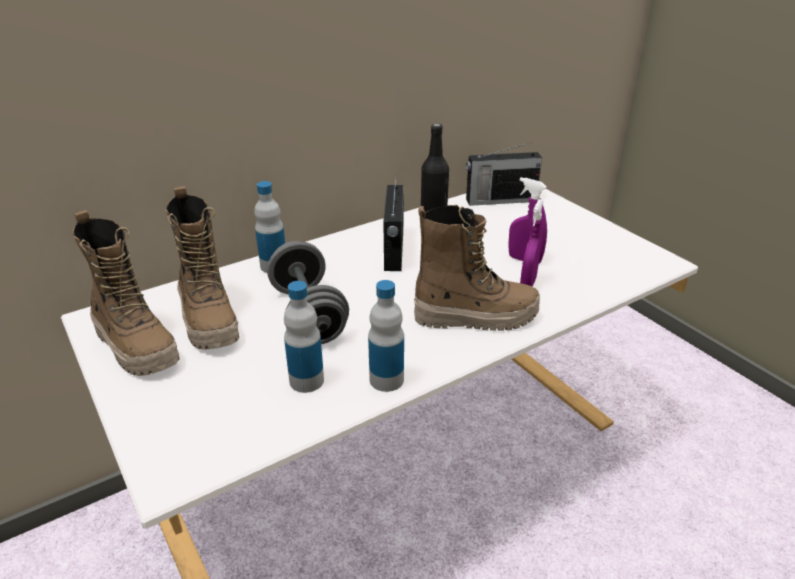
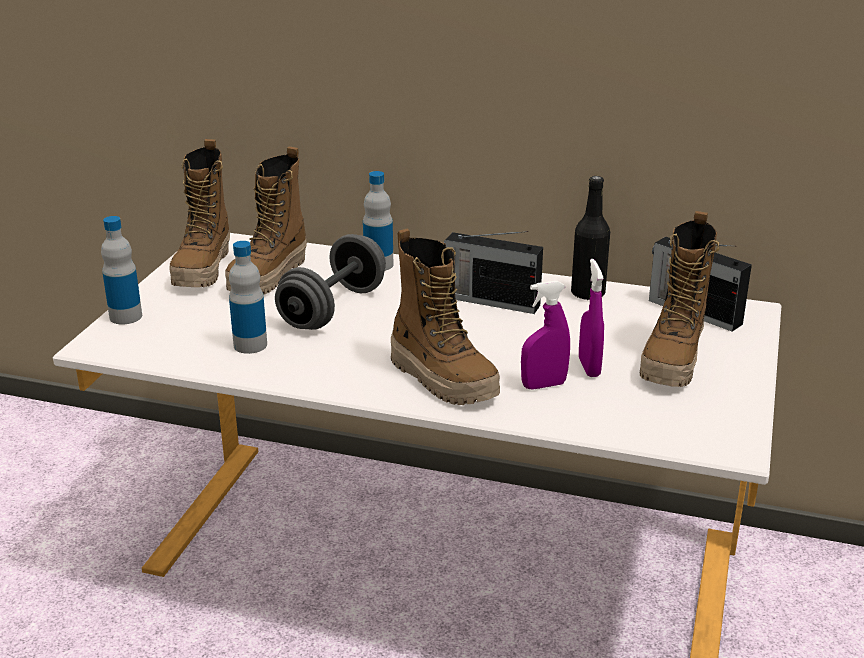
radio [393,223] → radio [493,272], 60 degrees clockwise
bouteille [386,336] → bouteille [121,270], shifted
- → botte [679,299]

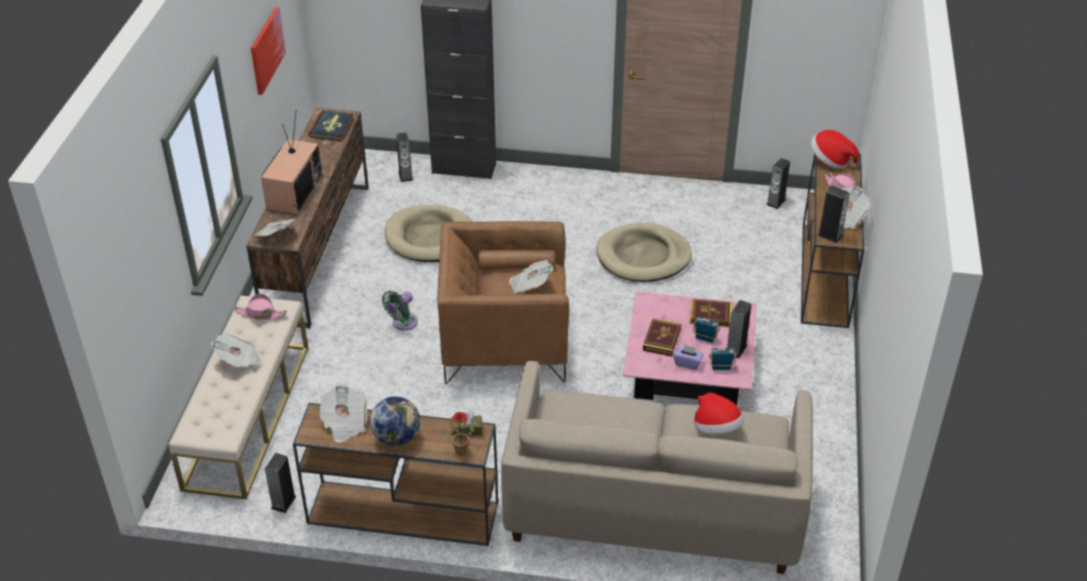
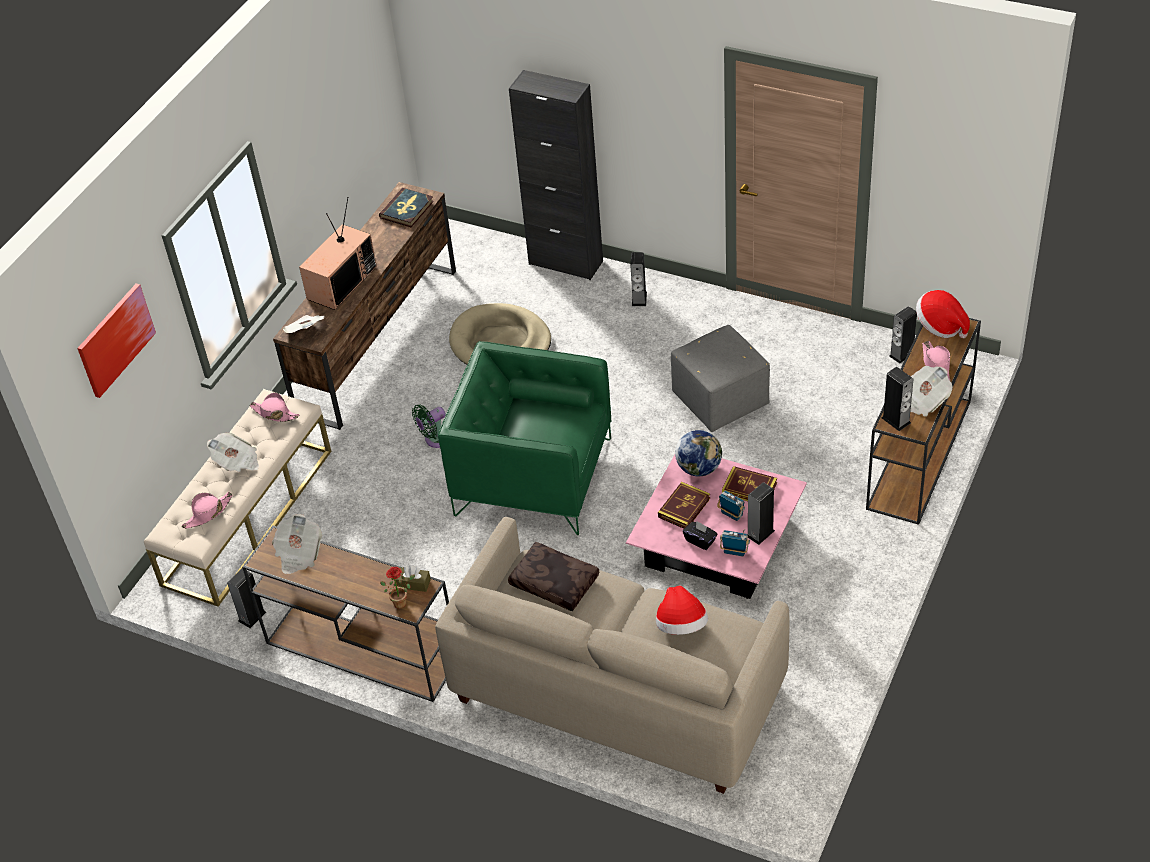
tableau [268,51] → tableau [116,340], shifted
enceinte [404,157] → enceinte [639,279], shifted
fauteuil (marron) [503,302] → fauteuil (vert) [524,438]
panier pour chien (beige) [644,252] → pouf (gris) [720,378]
journal [531,277] → -
boîte à mouchoirs (violet) [688,357] → boîte à mouchoirs (noir) [700,535]
globe [395,421] → globe [698,453], shifted
- → chapeau (rose) [207,510]
- → coussin (marron) [553,576]

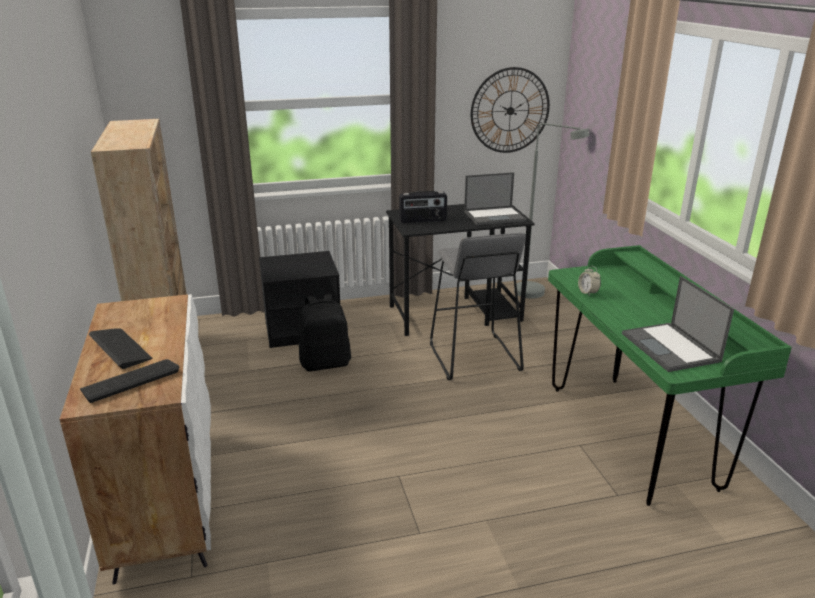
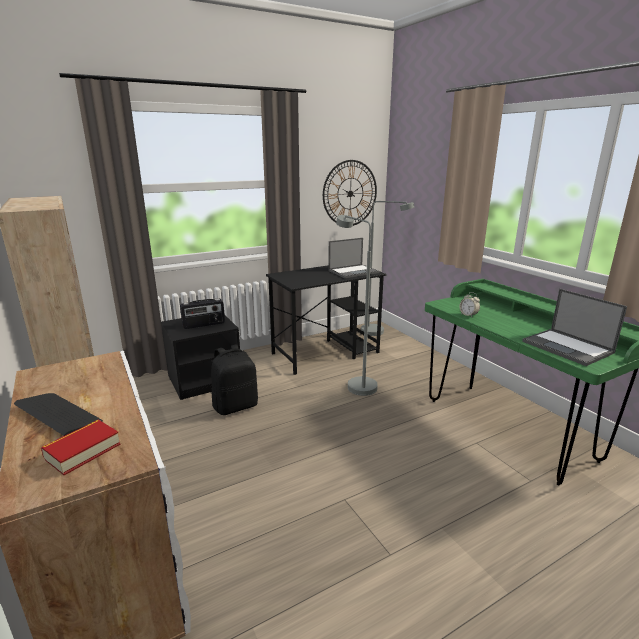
radio [423,207] → radio [202,314], shifted
tabouret (gris) [478,306] → lampadaire (gris) [357,305]
clavier [129,381] → livre [81,447]

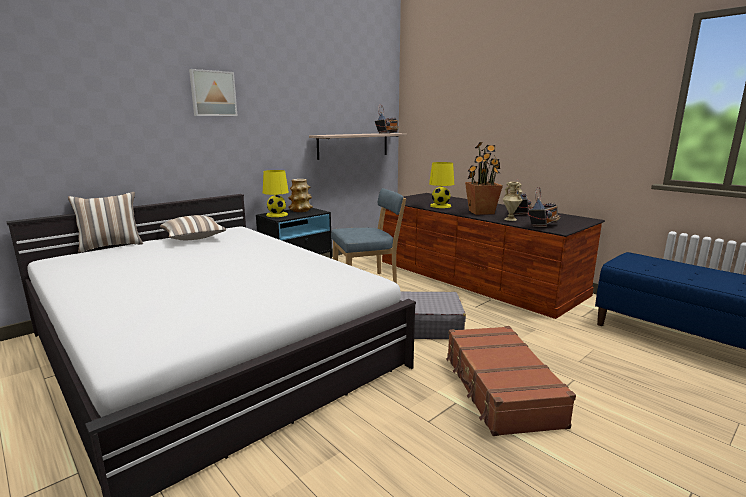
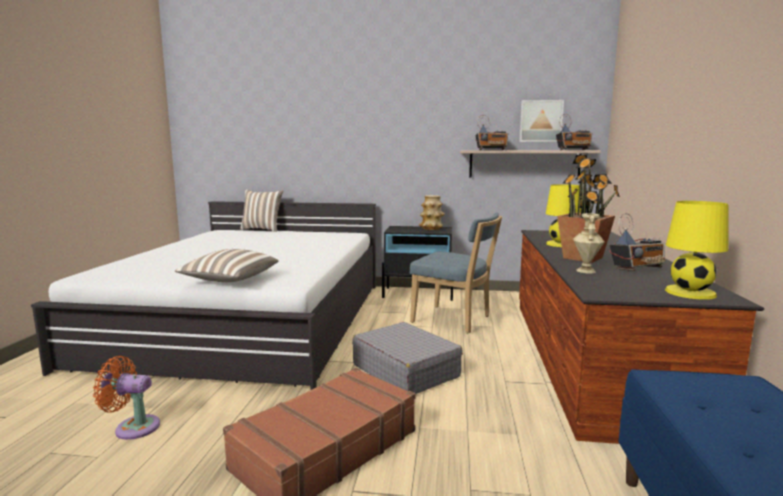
tableau [213,92] → tableau [541,121], shifted
lampe de table (jaune) [276,193] → lampe de table (jaune) [697,250], shifted
radio [544,207] → radio [491,132], shifted
coussin [193,227] → coussin [227,265], shifted
- → ventilateur (orange) [126,398]

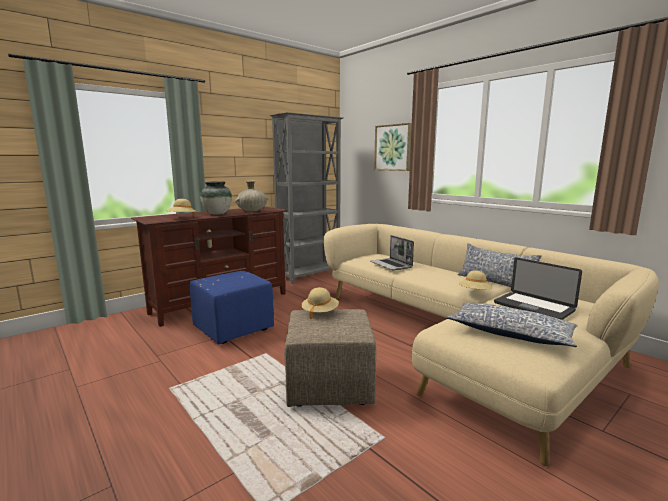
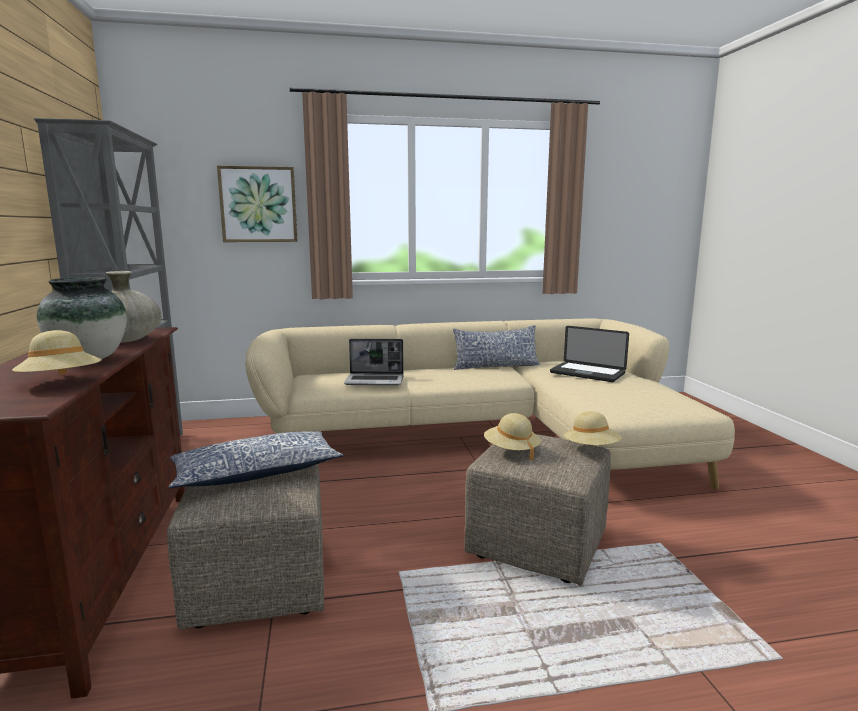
ordinateur portable [538,289] → ordinateur portable [589,354], 45 degrees clockwise
pouf (bleu) [232,307] → pouf (beige) [245,547]
chapeau (beige) [476,280] → chapeau (beige) [593,428], shifted
coussin [512,325] → coussin [256,460], shifted

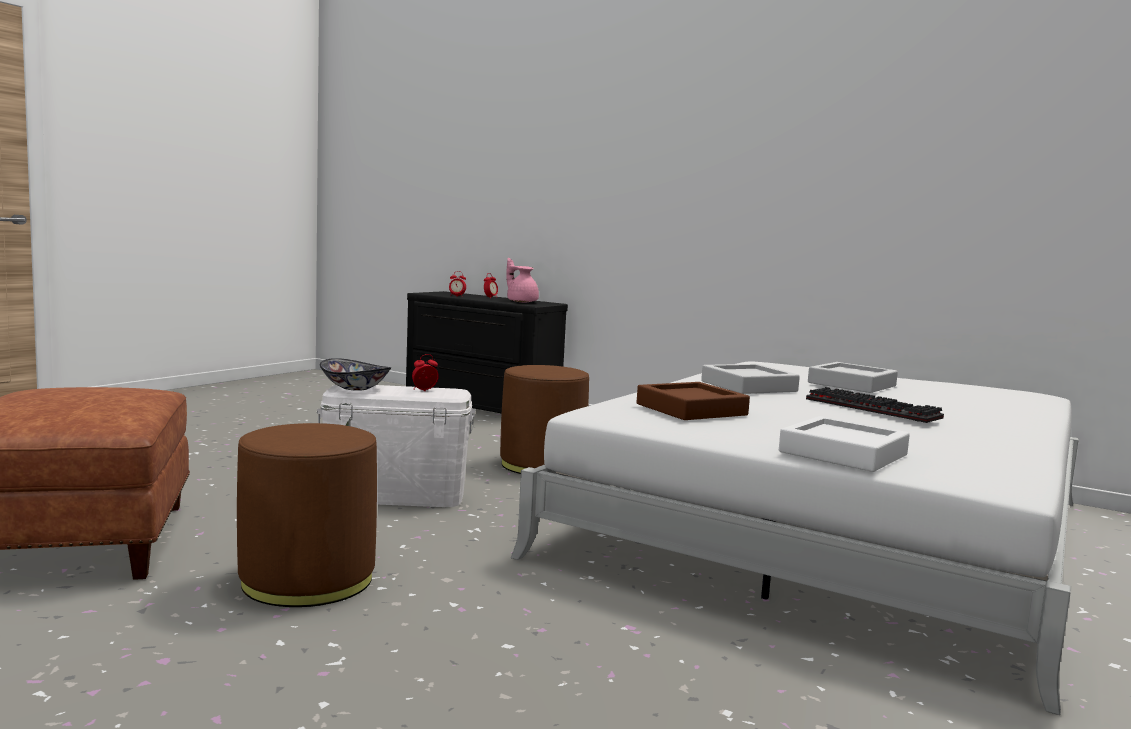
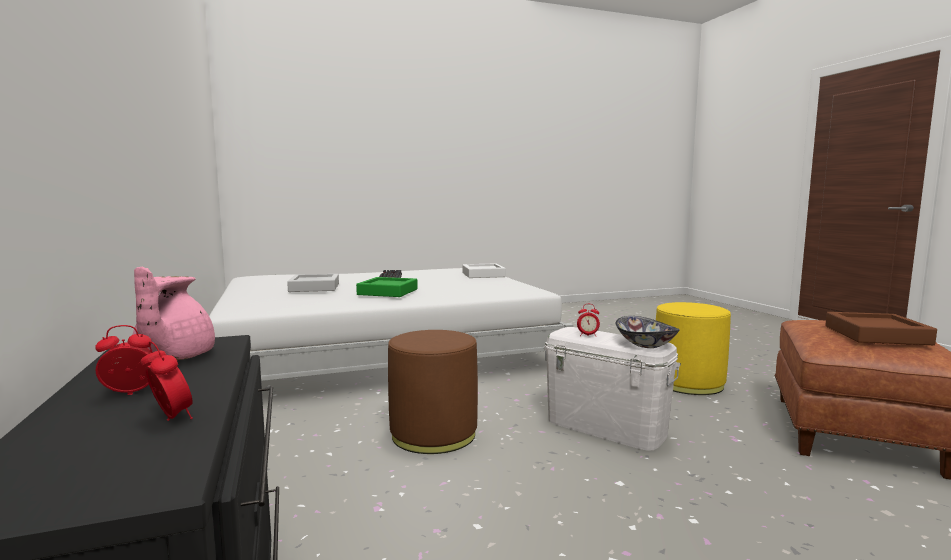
plateau (gris) [750,379] → plateau (vert) [387,287]
plateau (marron) [693,401] → plateau (marron) [881,328], shifted
pouf (marron) [307,515] → pouf (jaune) [693,348]

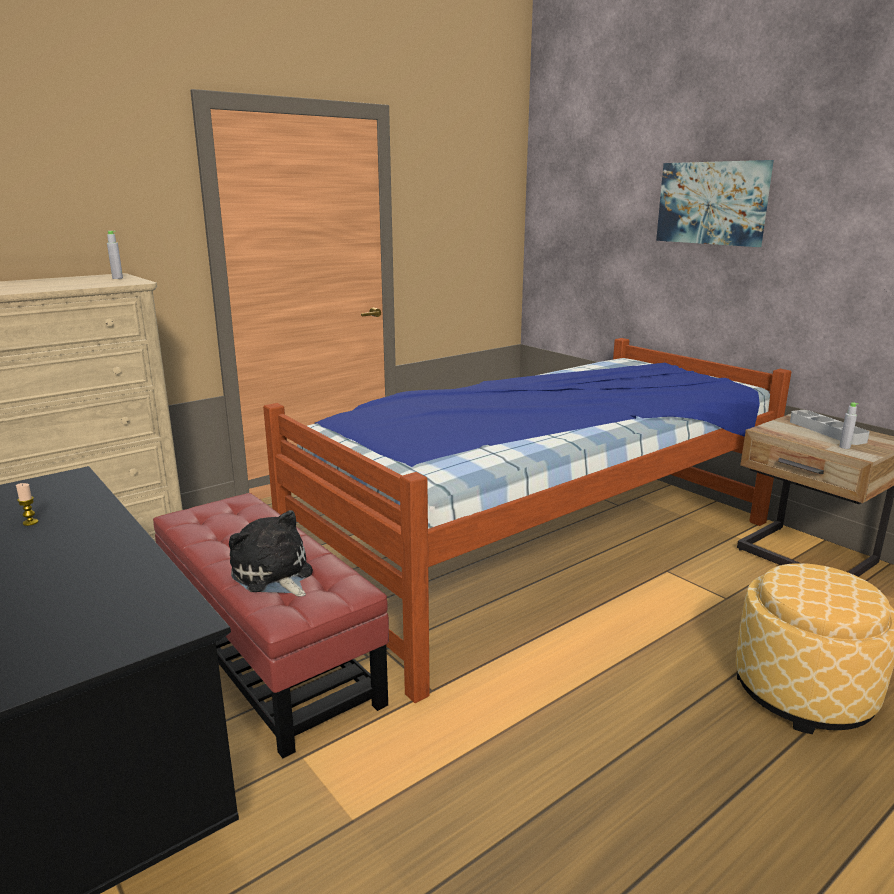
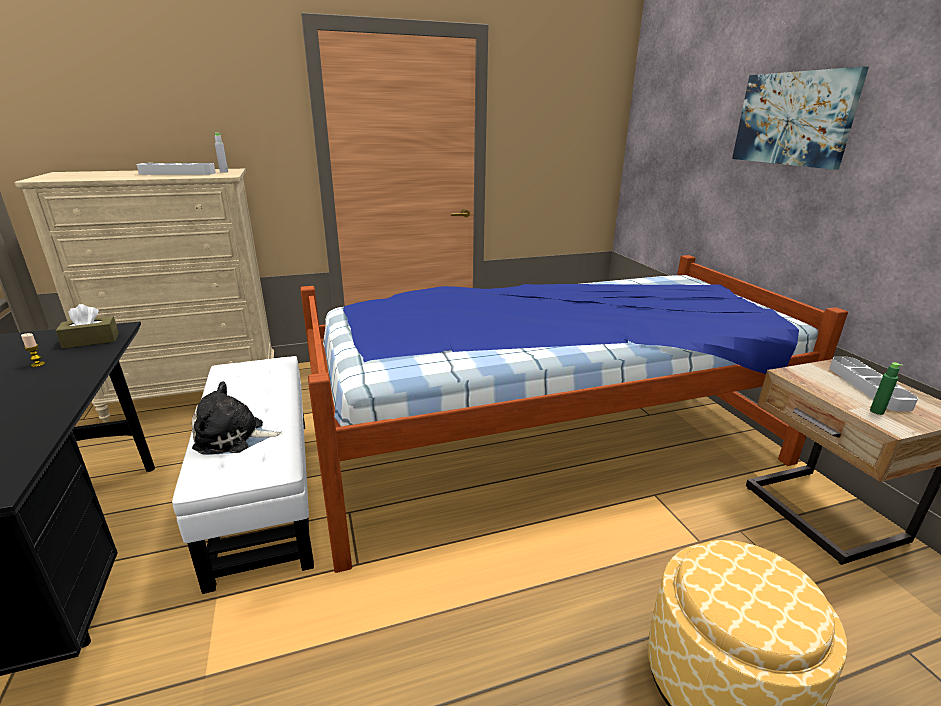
bouteille (gris) [848,425] → bouteille (vert) [886,388]
pouf (rouge) [271,625] → pouf (blanc) [243,475]
peluche [271,553] → peluche [237,418], 75 degrees counterclockwise
- → plateau (gris) [176,169]
- → boîte à mouchoirs (marron) [87,326]

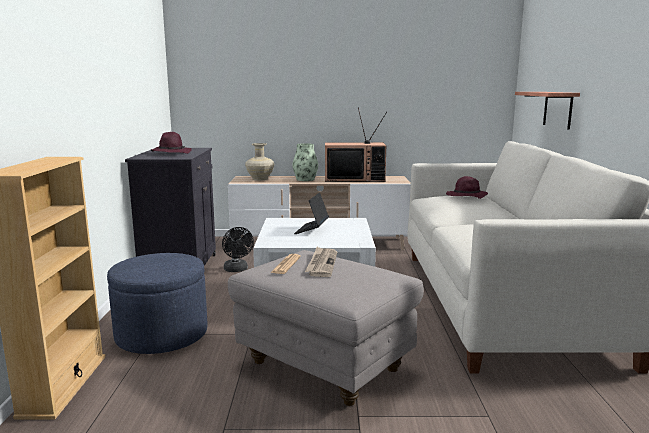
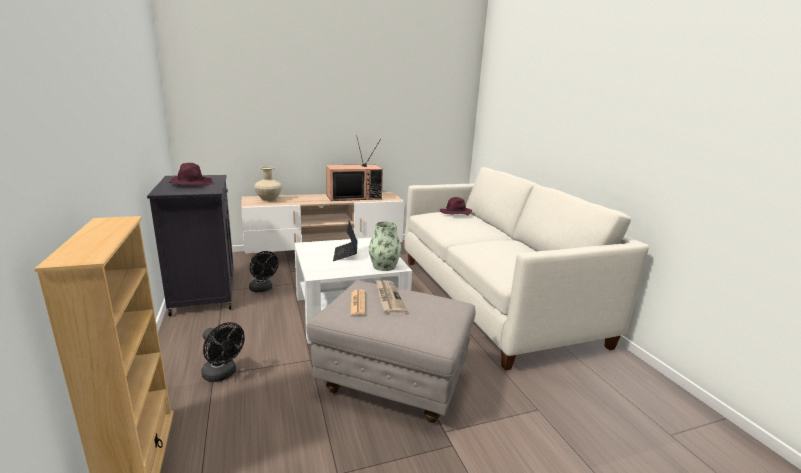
étagère [547,111] → -
vase [305,162] → vase [385,246], shifted
pouf (bleu) [157,303] → ventilateur (noir) [223,352]

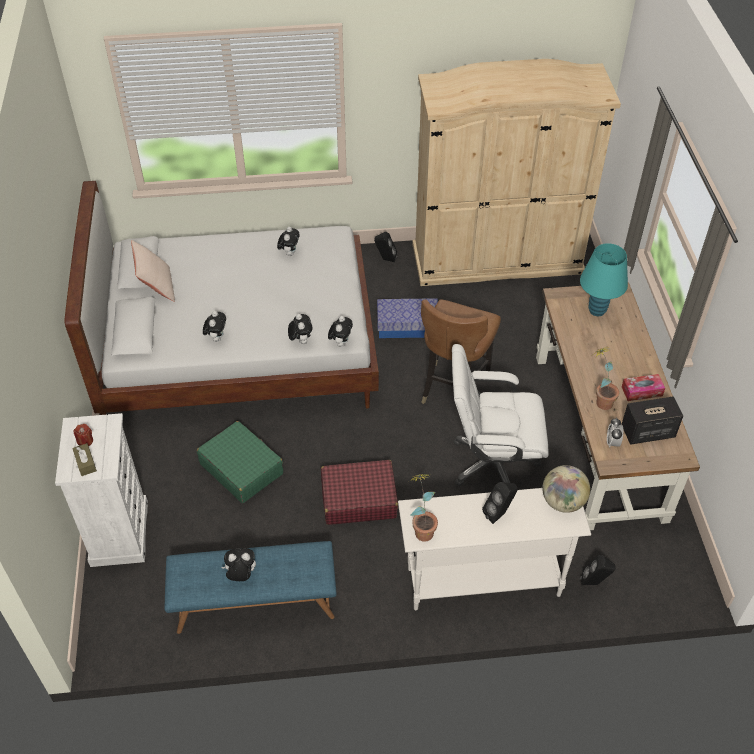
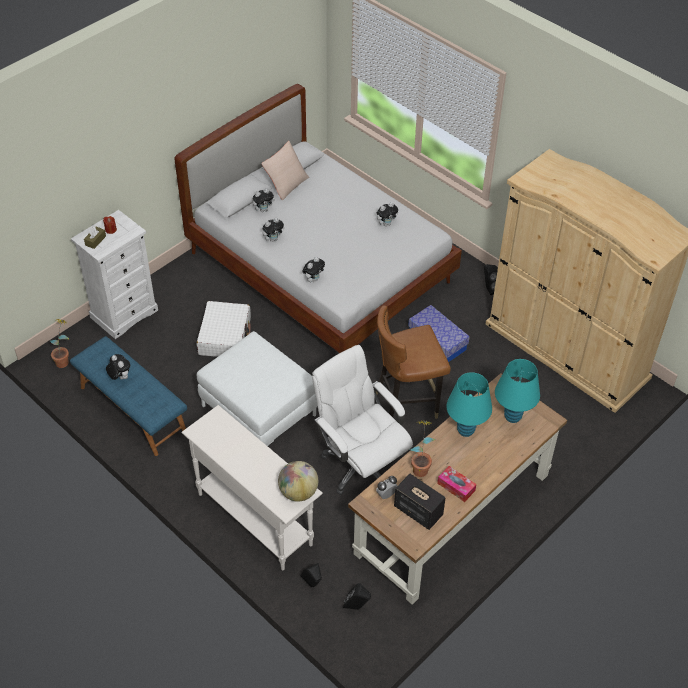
peluche [340,331] → peluche [264,200], shifted
valise (vert) [240,462] → valise (blanc) [224,329]
valise (rouge) [359,492] → pouf (blanc) [257,388]
plante en pot [424,508] → plante en pot [59,343], shifted
enceinte (noir) [500,503] → enceinte (noir) [357,596], shifted
- → lampe de table (turquoise) [469,404]

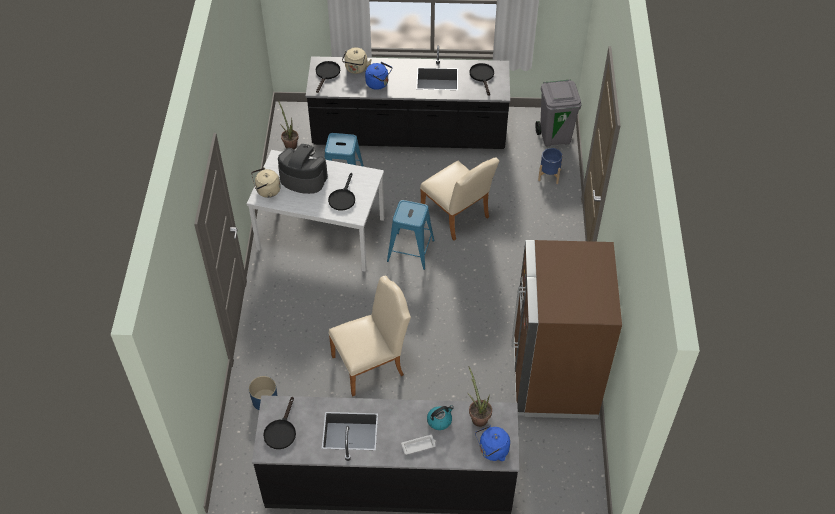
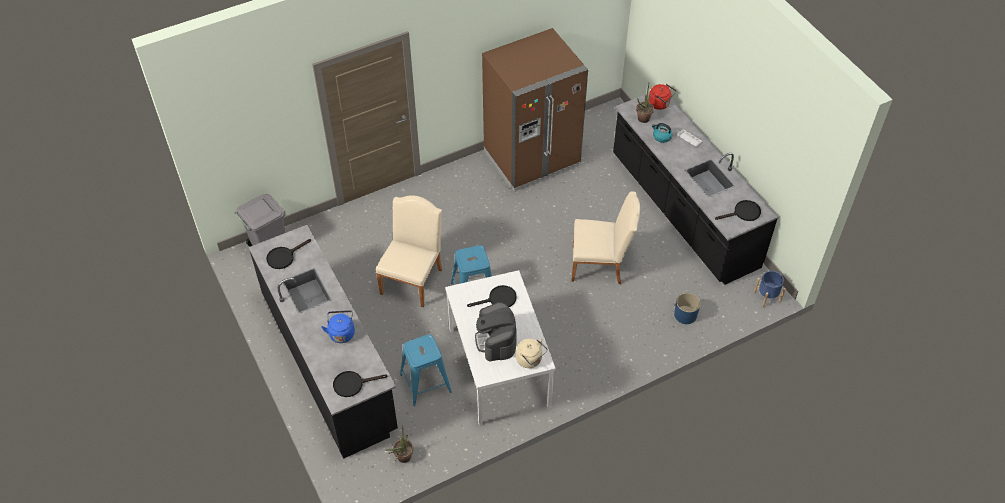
bouilloire (beige) [357,60] → -
cache-pot (bleu) [550,166] → cache-pot (bleu) [770,289], shifted
chaise (beige) [370,336] → chaise (beige) [605,237], 150 degrees clockwise
bouilloire (bleu) [492,443] → bouilloire (rouge) [662,97]

